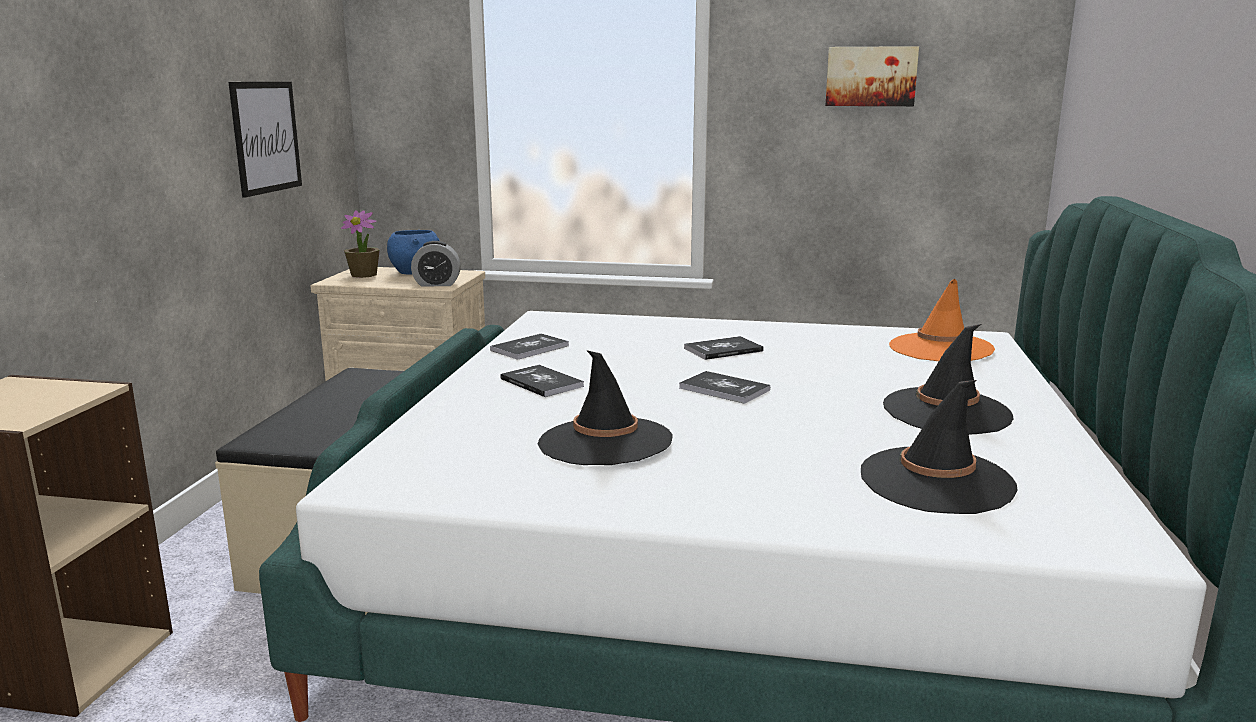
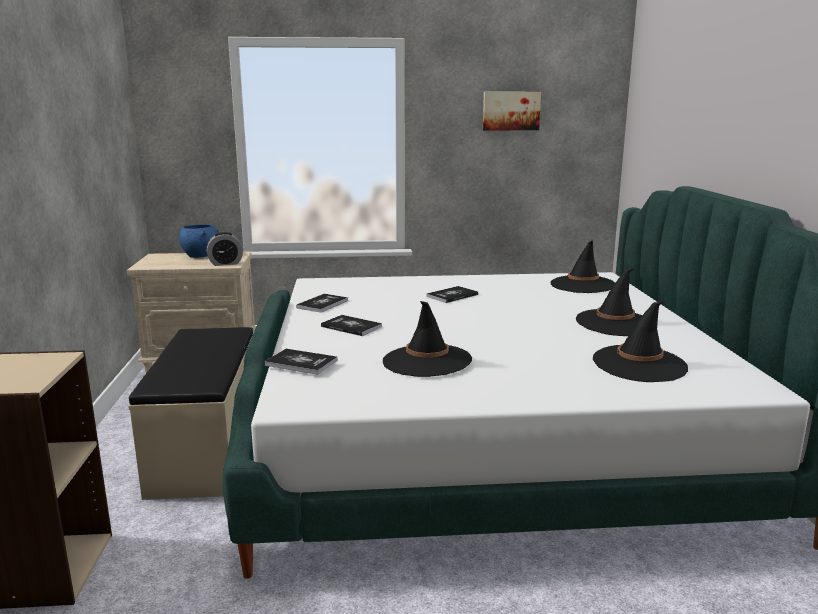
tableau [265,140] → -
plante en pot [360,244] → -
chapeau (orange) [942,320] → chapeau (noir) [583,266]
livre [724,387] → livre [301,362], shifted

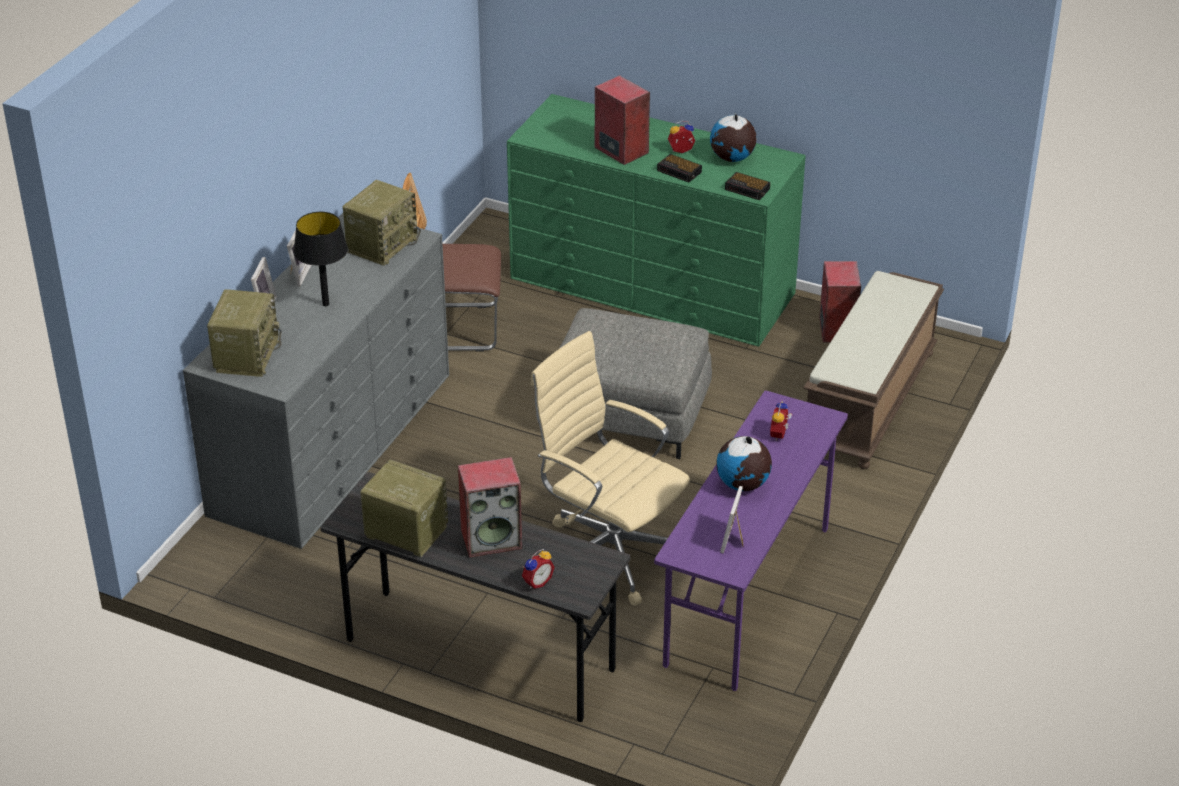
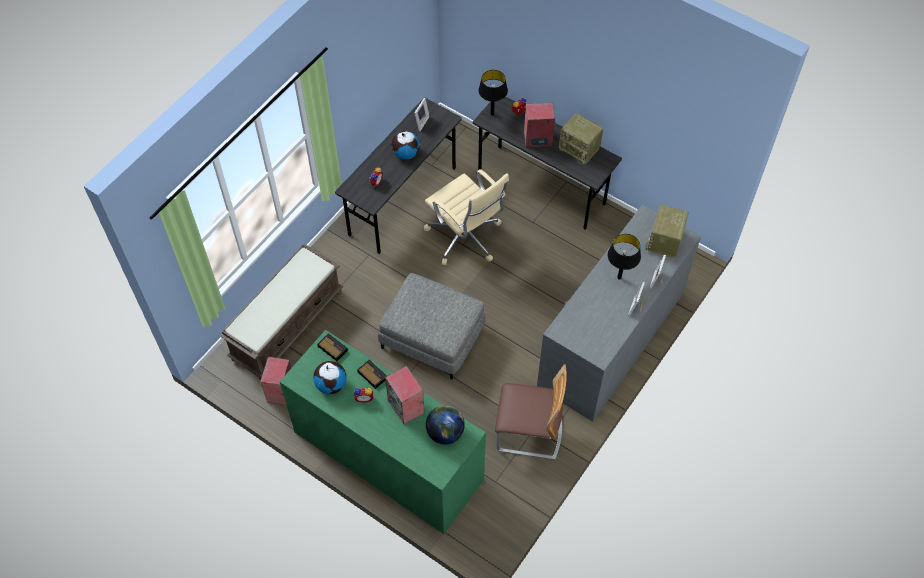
radio [382,223] → -
bureau (violet) [751,541] → bureau (gris) [398,175]
- → lampe de table (noir) [493,93]
- → globe [445,424]

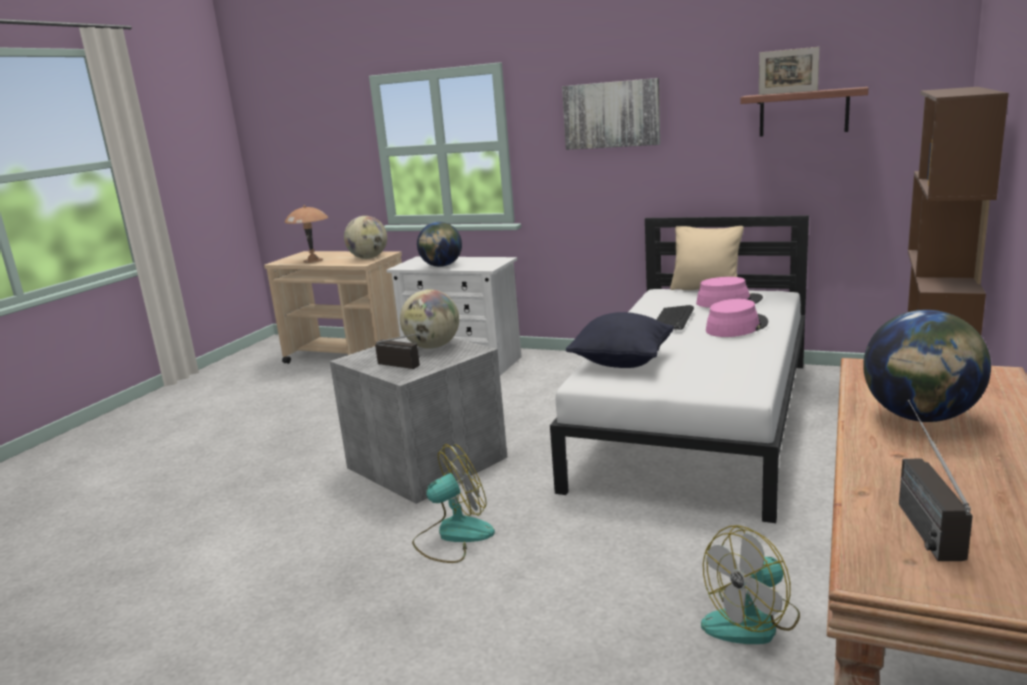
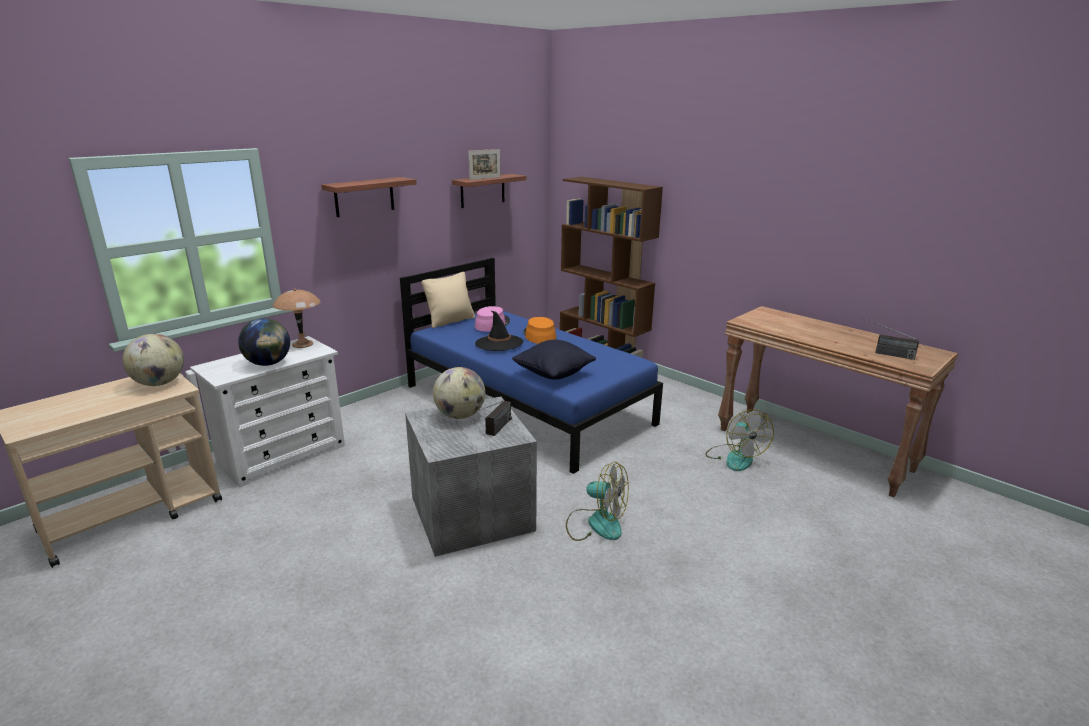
tableau [611,114] → étagère [369,197]
lampe de table (marron) [306,234] → lampe de table (marron) [297,318], shifted
lit (blanc) [679,369] → lit (bleu) [531,366]
chapeau (rose) [737,318] → chapeau (orange) [539,330]
clavier [675,317] → chapeau (noir) [499,331]
globe [927,366] → -
radio [402,350] → radio [493,418], 150 degrees clockwise
ventilateur [453,503] → ventilateur [597,501], 120 degrees clockwise

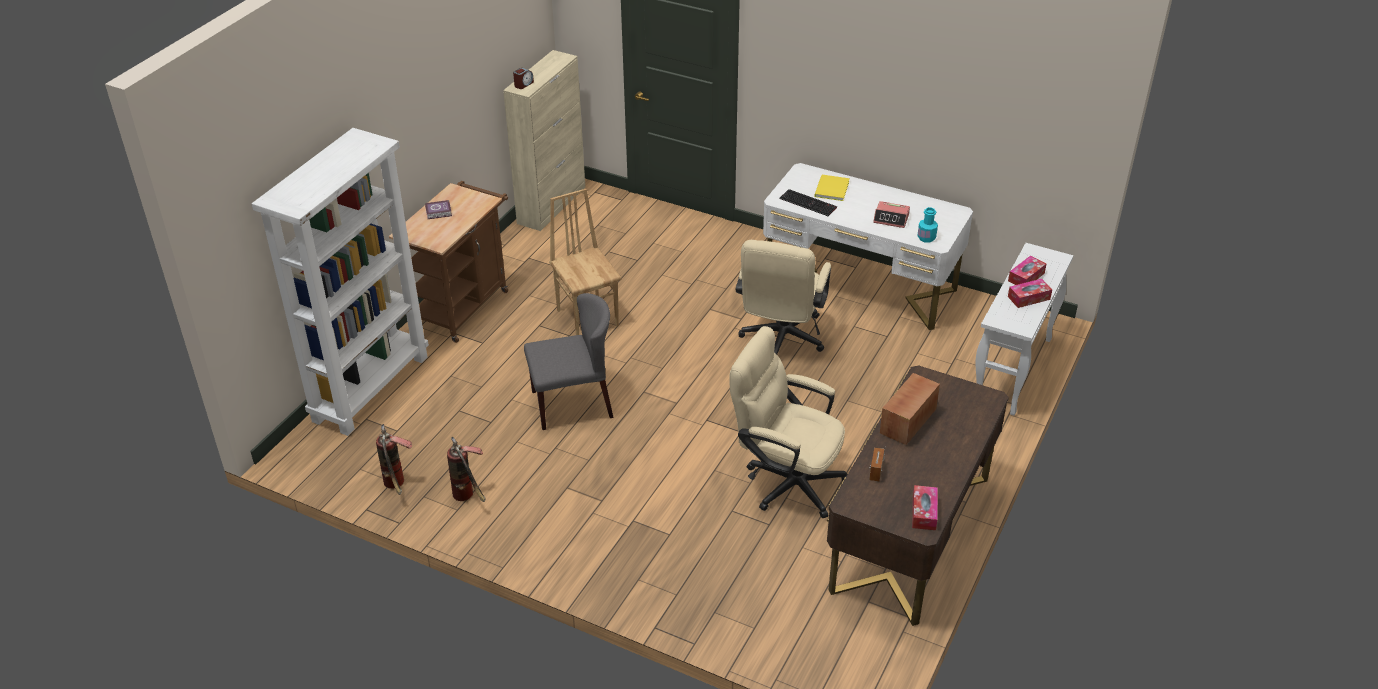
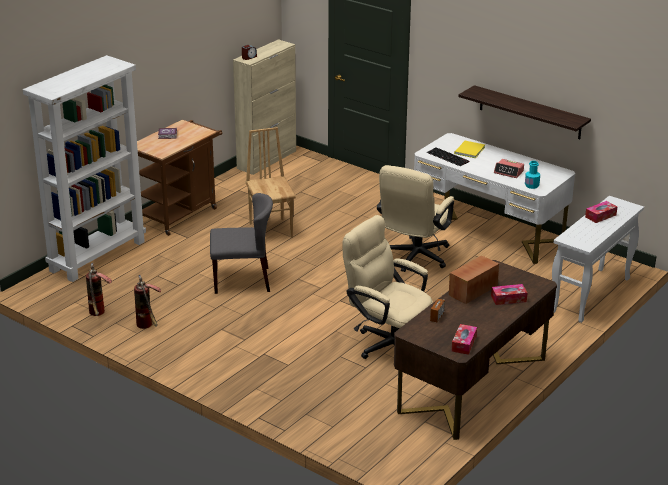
boîte à mouchoirs [1030,293] → boîte à mouchoirs [509,294], shifted
- → étagère [525,112]

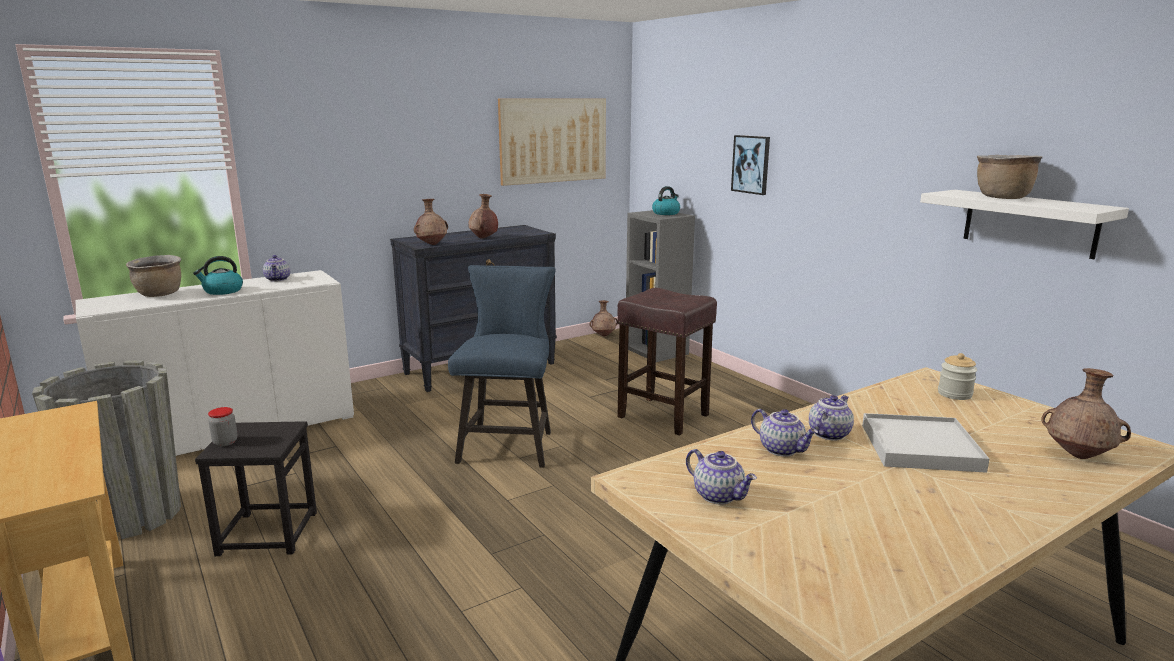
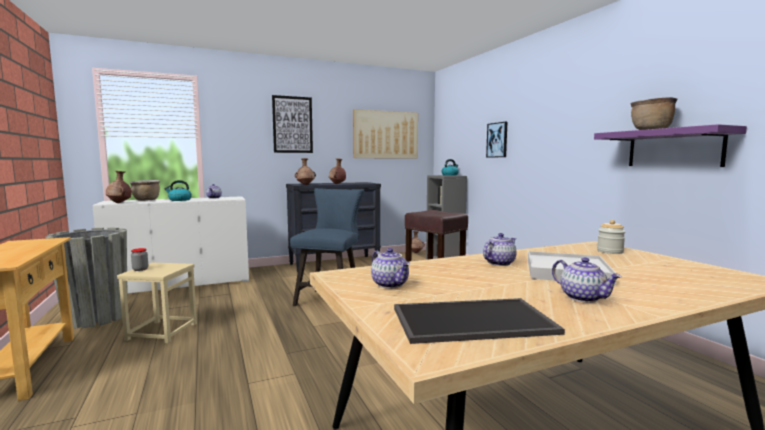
étagère (blanc) [1024,224] → étagère (violet) [670,145]
vase (marron) [1086,413] → vase (marron) [118,187], shifted
théière [784,433] → théière [587,280], shifted
tabouret (noir) [256,488] → tabouret (beige) [157,302]
- → tableau [292,124]
- → plateau [479,321]

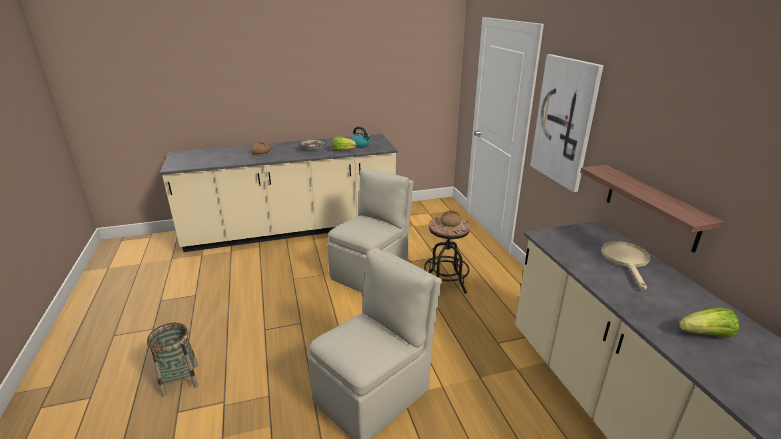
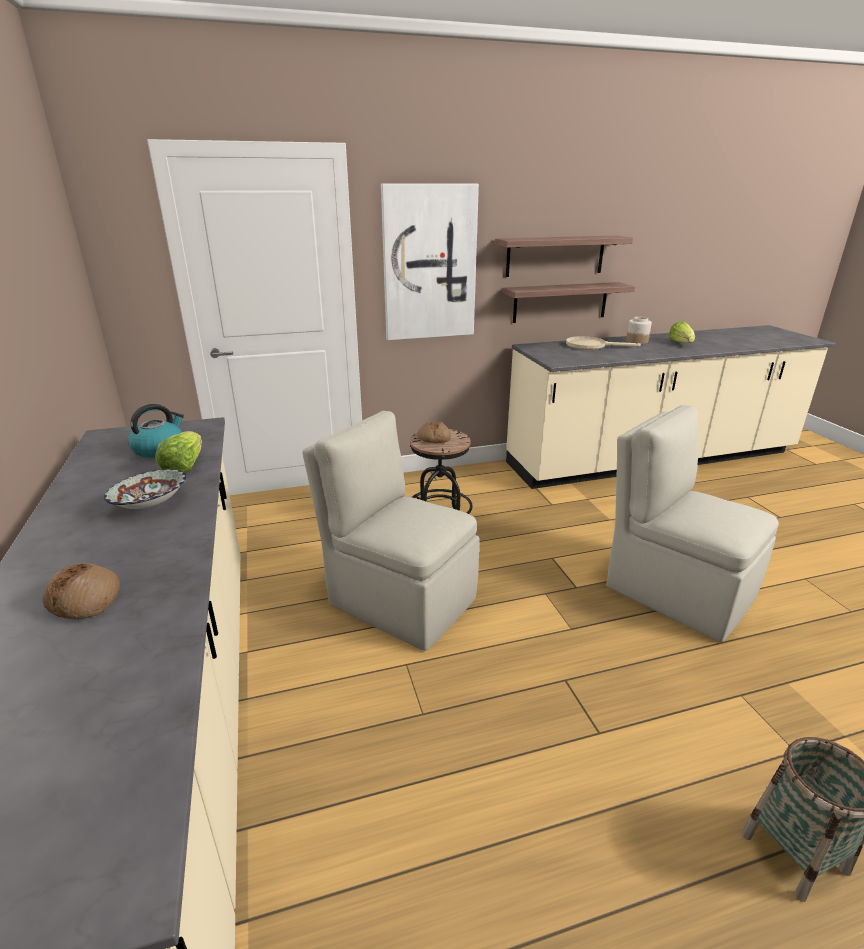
- → étagère [564,256]
- → bocal [639,330]

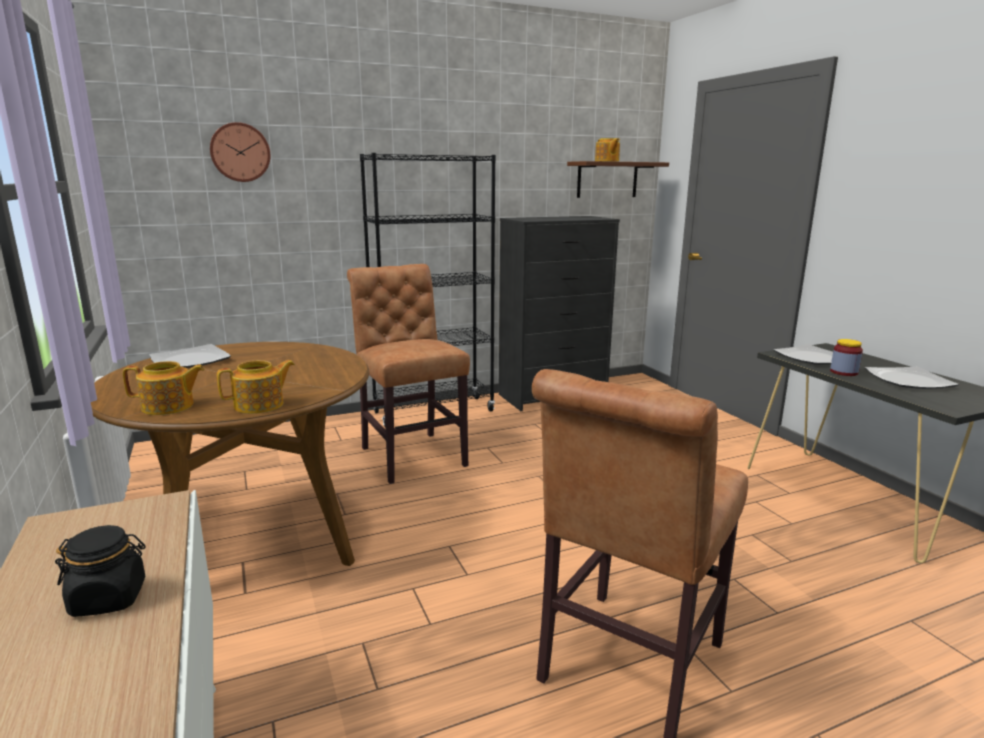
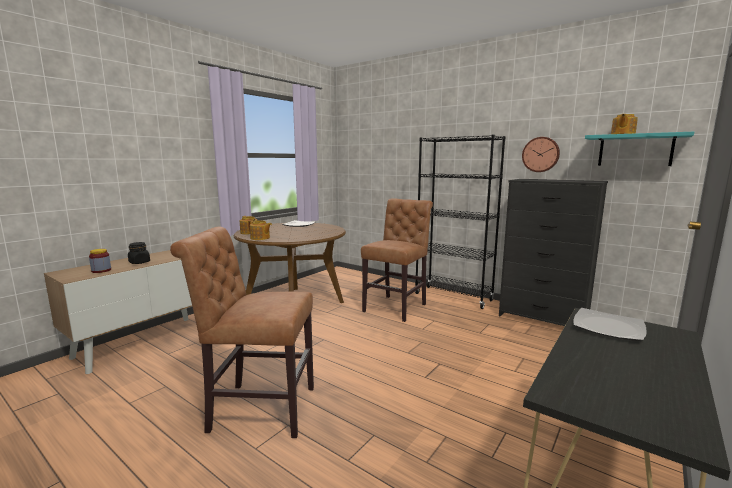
horloge murale [240,152] → horloge murale [541,154], shifted
étagère (marron) [618,179] → étagère (turquoise) [639,149]
bocal [846,357] → bocal [100,261], shifted
assiette [912,378] → -

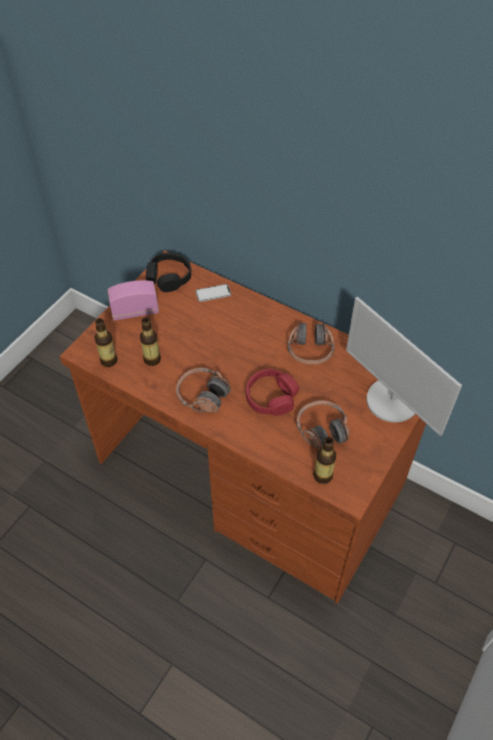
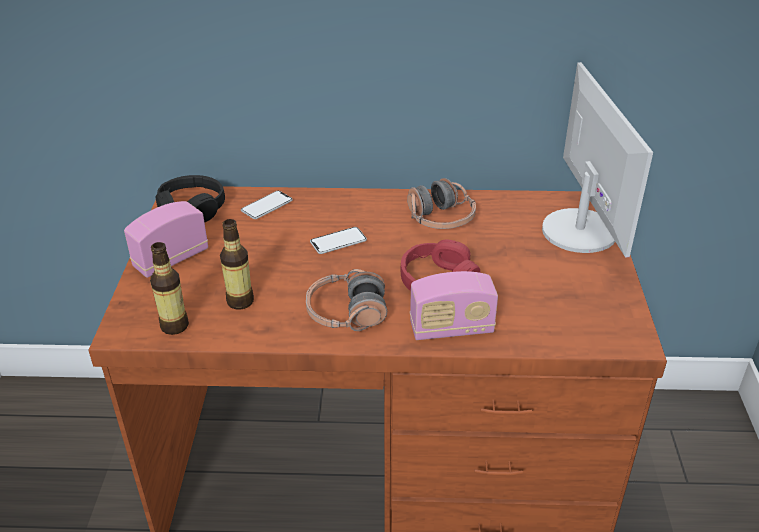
écran d'ordinateur [404,366] → écran d'ordinateur [597,160], 120 degrees counterclockwise
casque audio [323,425] → -
bouteille [325,460] → -
- → téléphone [338,240]
- → radio [454,305]

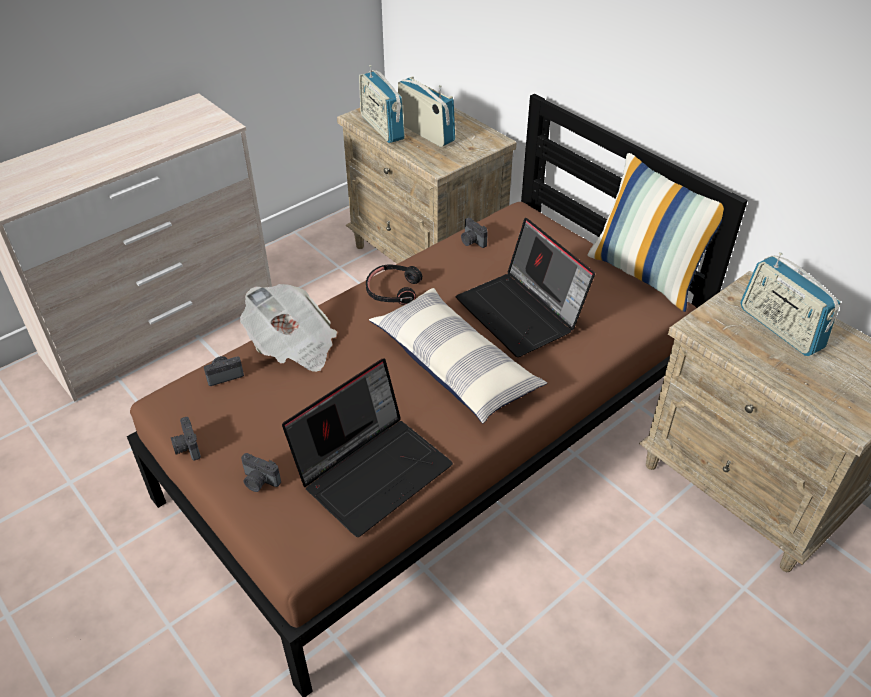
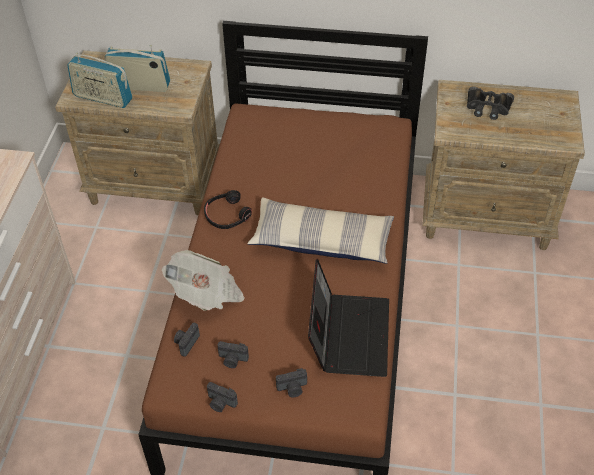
coussin [655,232] → -
ordinateur portable [525,287] → -
appareil photo [474,233] → appareil photo [233,354], shifted
radio [791,304] → jumelles (noir) [490,103]

